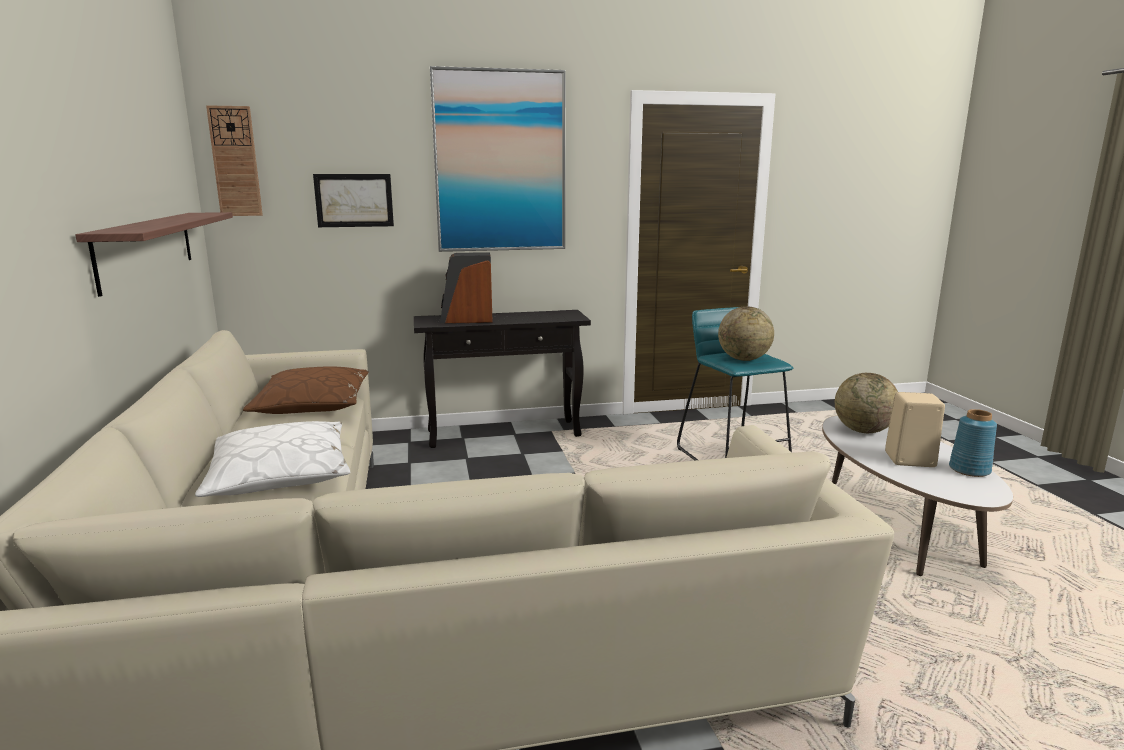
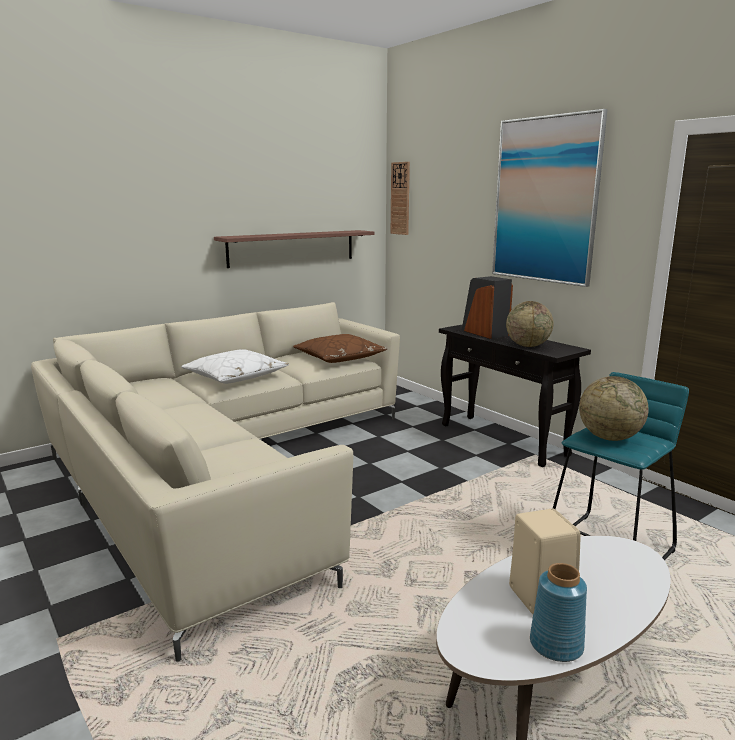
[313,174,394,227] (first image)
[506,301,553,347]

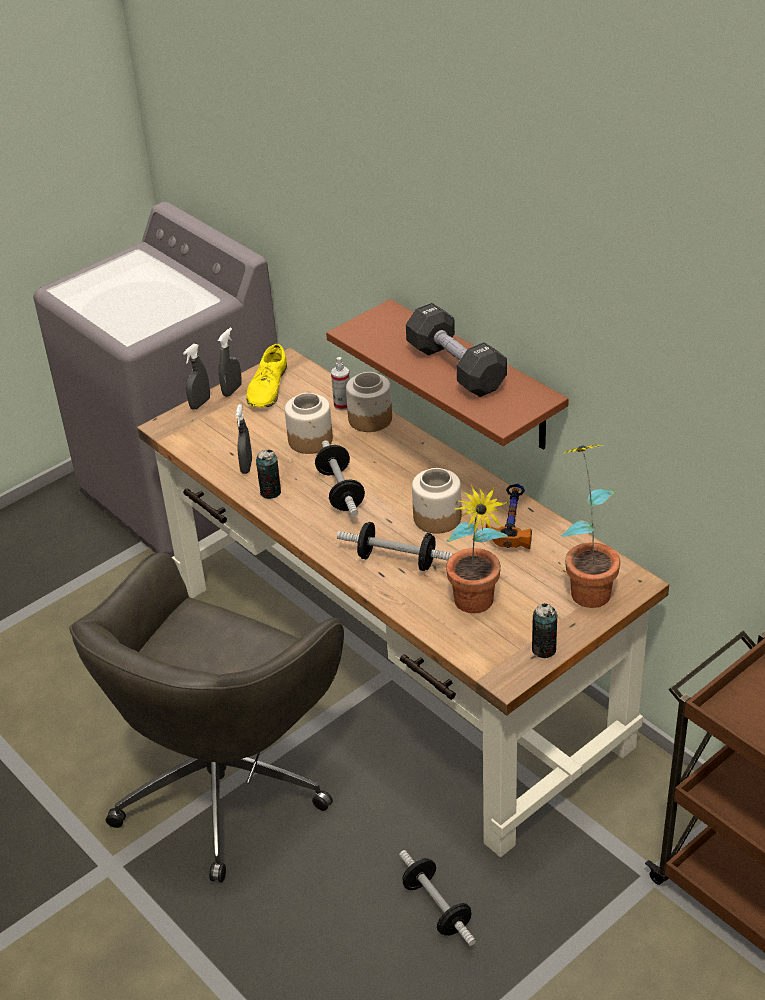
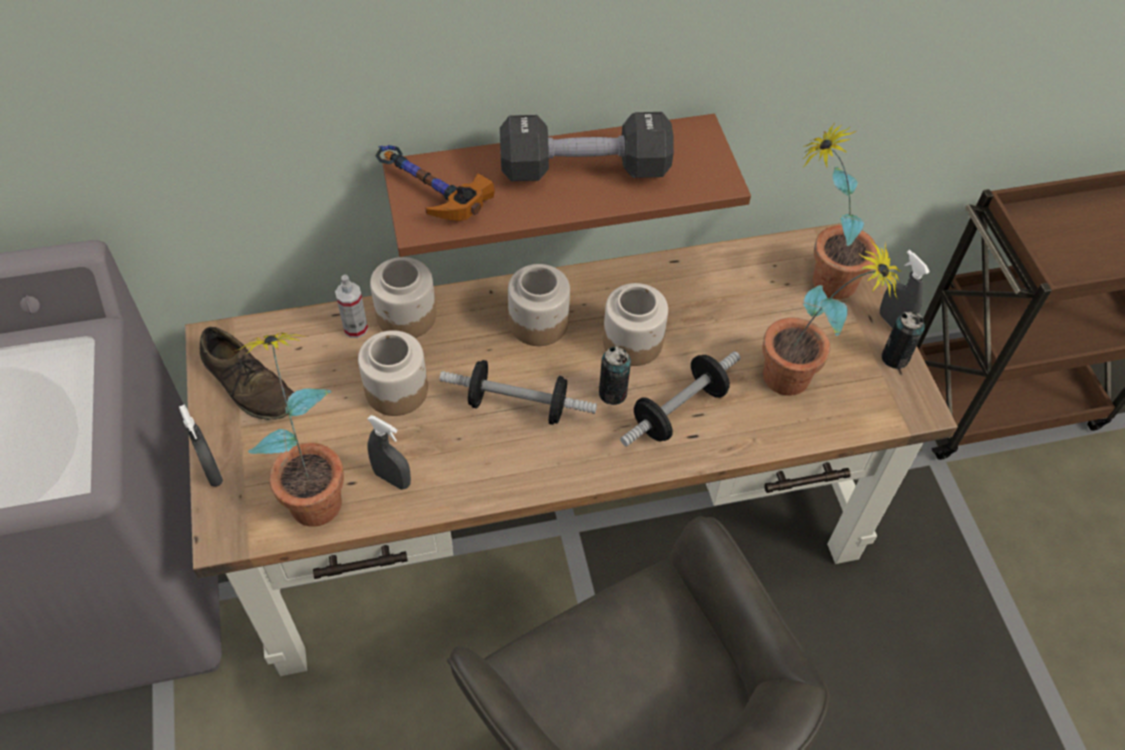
[880,250,930,328]
[200,327,294,420]
[599,346,631,405]
[399,850,476,946] (first image)
[376,145,495,221]
[232,332,344,527]
[508,264,570,346]

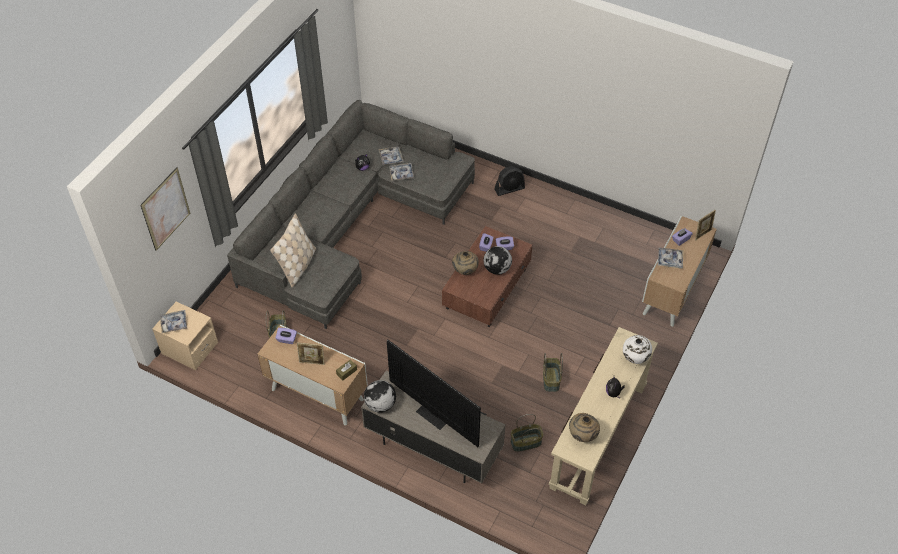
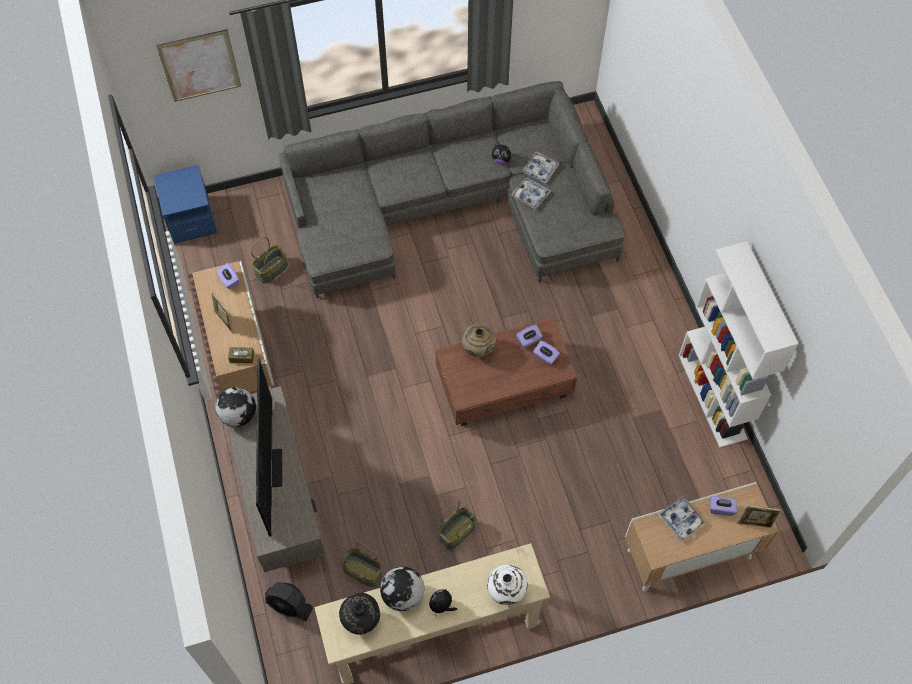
[154,165,217,244]
[160,310,187,333] (first image)
[270,214,316,287] (first image)
[380,567,424,612]
[265,582,313,621]
[339,593,380,635]
[678,241,799,448]

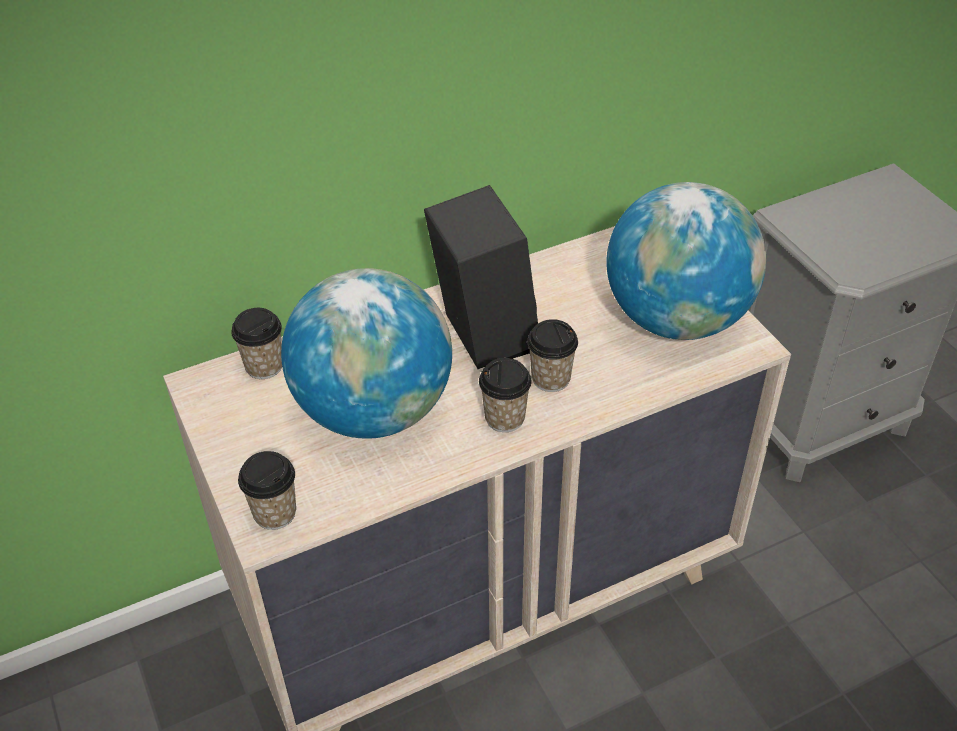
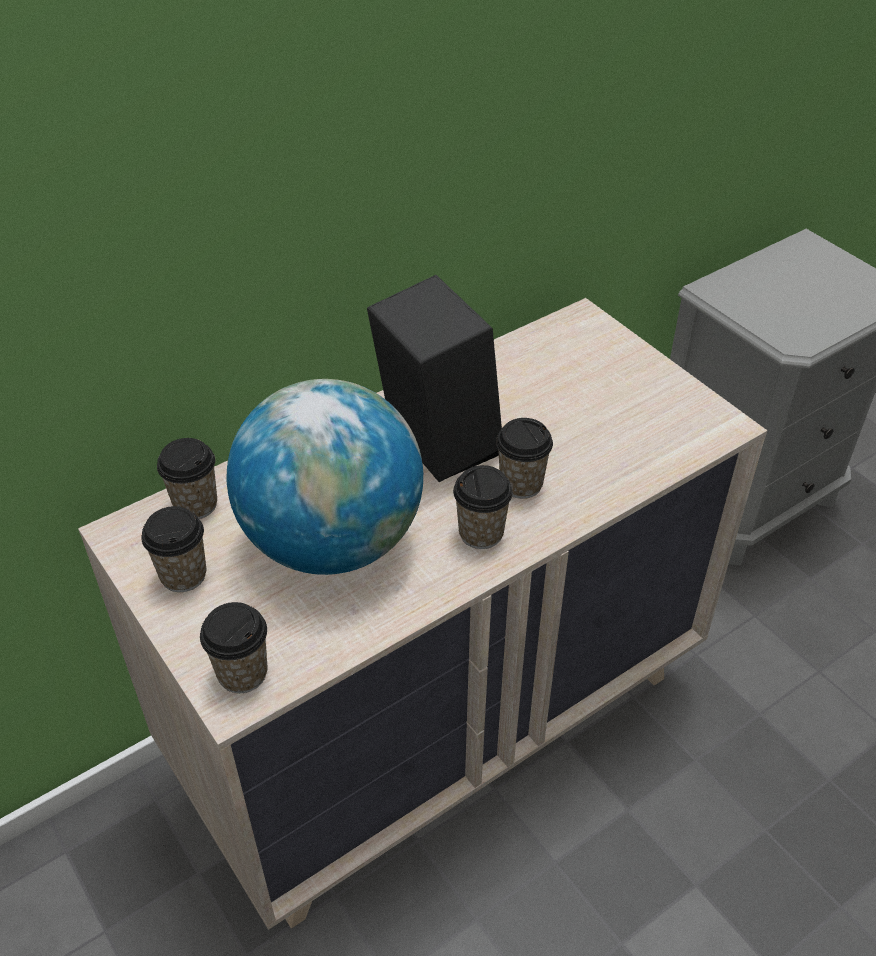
[606,182,766,340] (first image)
[141,506,206,592]

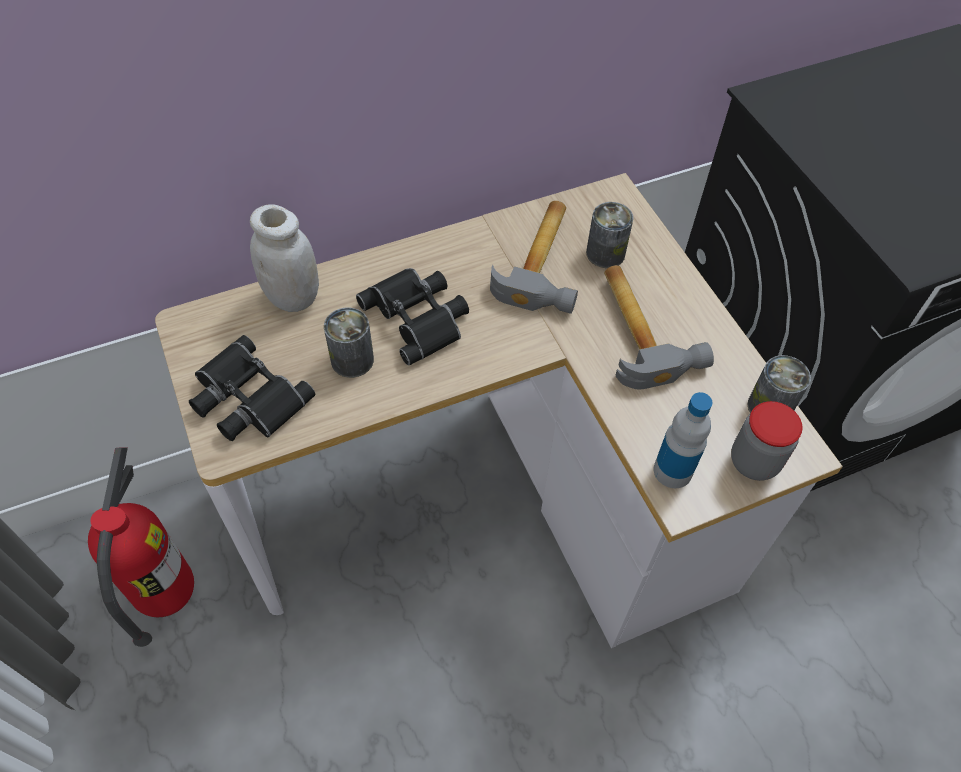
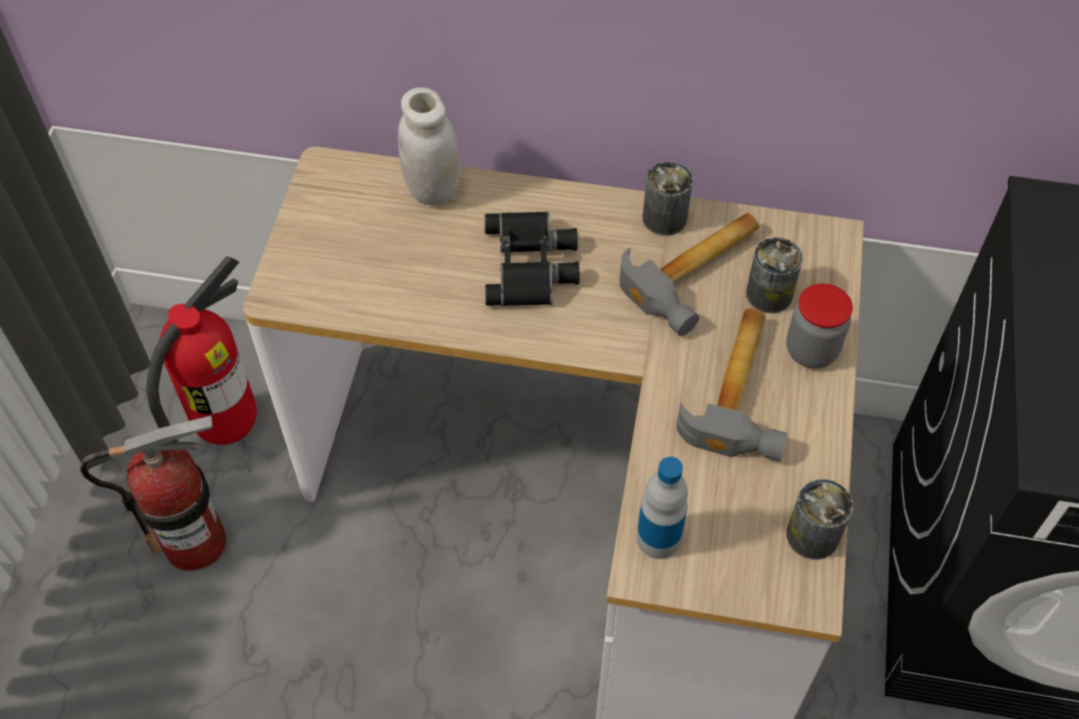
[189,335,315,441] (first image)
[643,161,693,236]
[786,284,853,368]
[80,416,226,571]

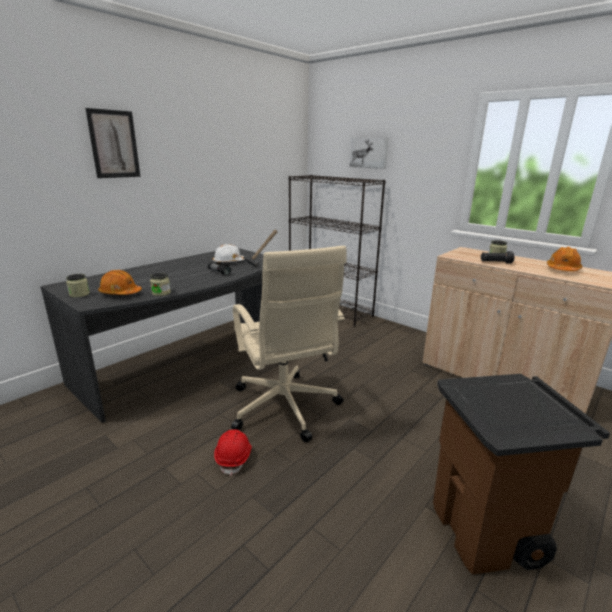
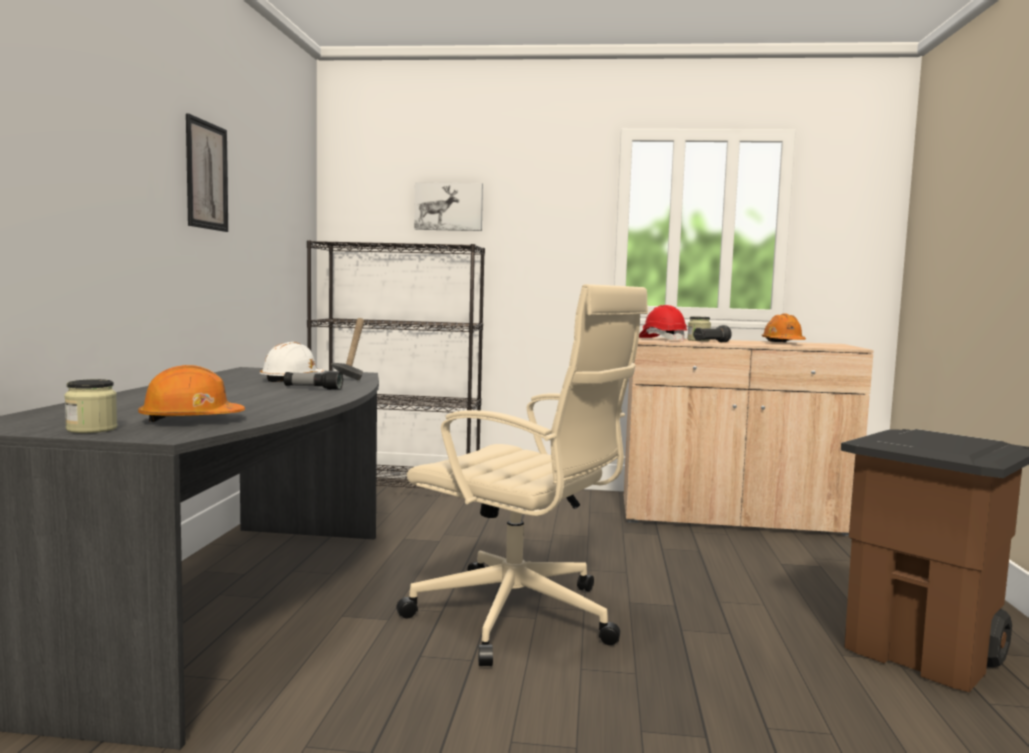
[186,113,228,232]
[150,273,171,296] (first image)
[639,305,687,342]

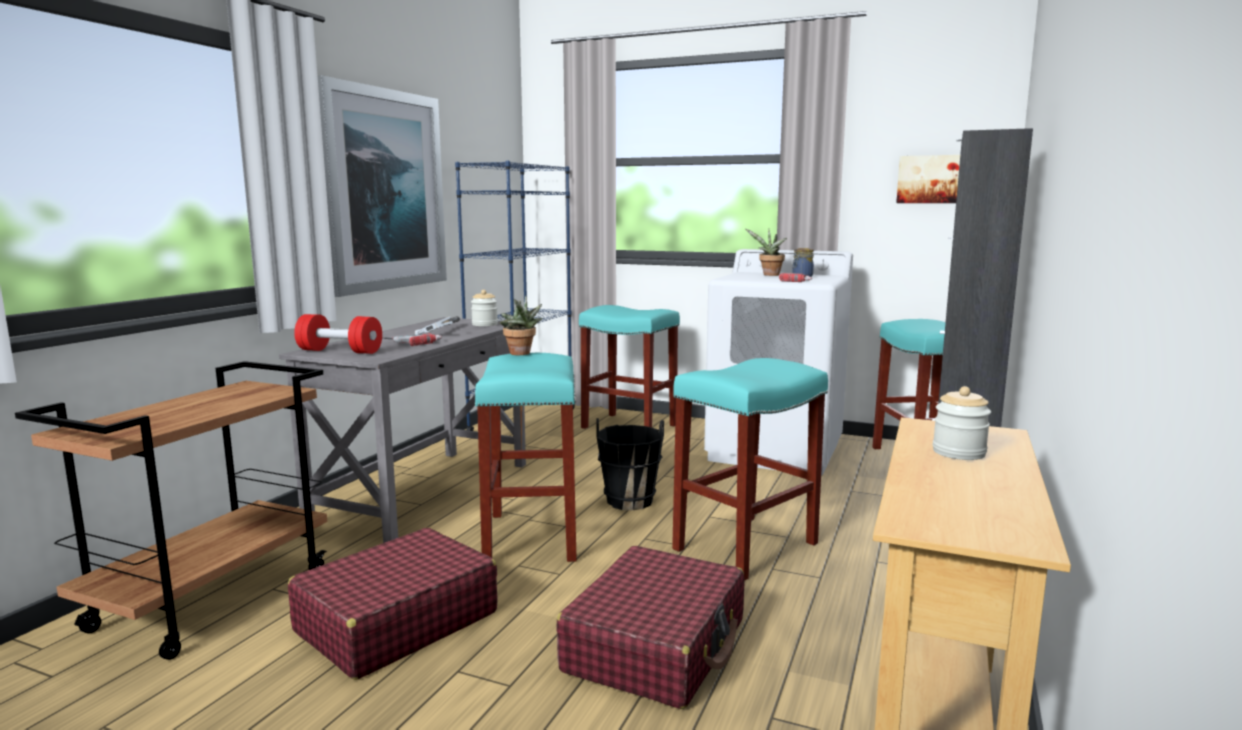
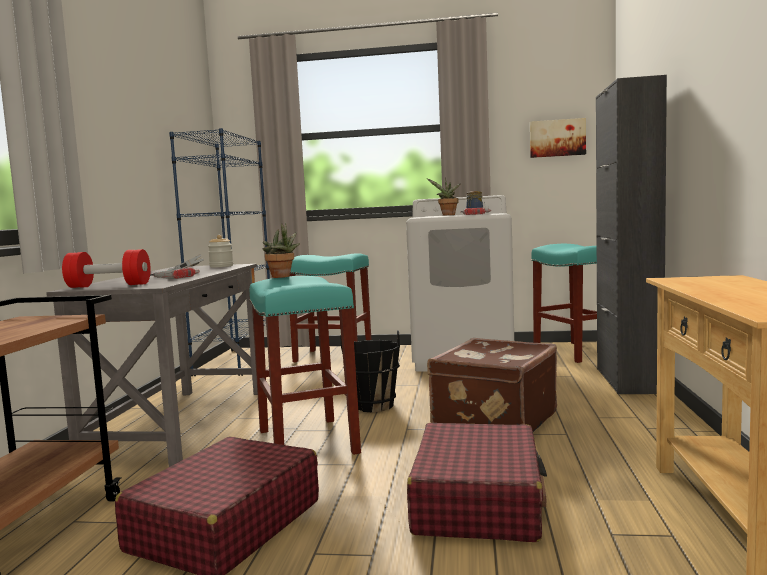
[318,75,447,297] (first image)
[427,338,557,432]
[933,386,991,460] (first image)

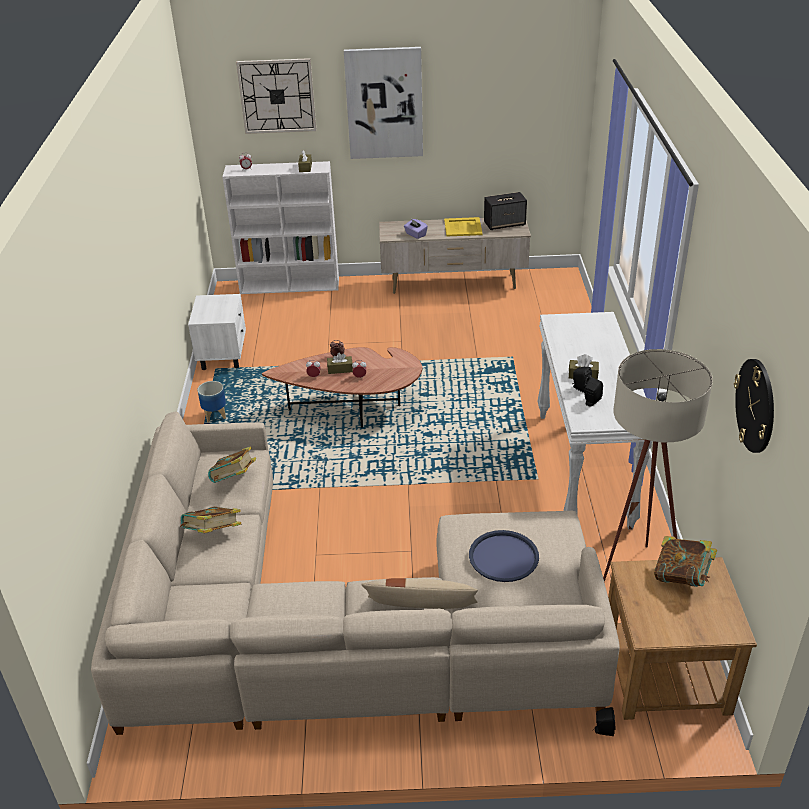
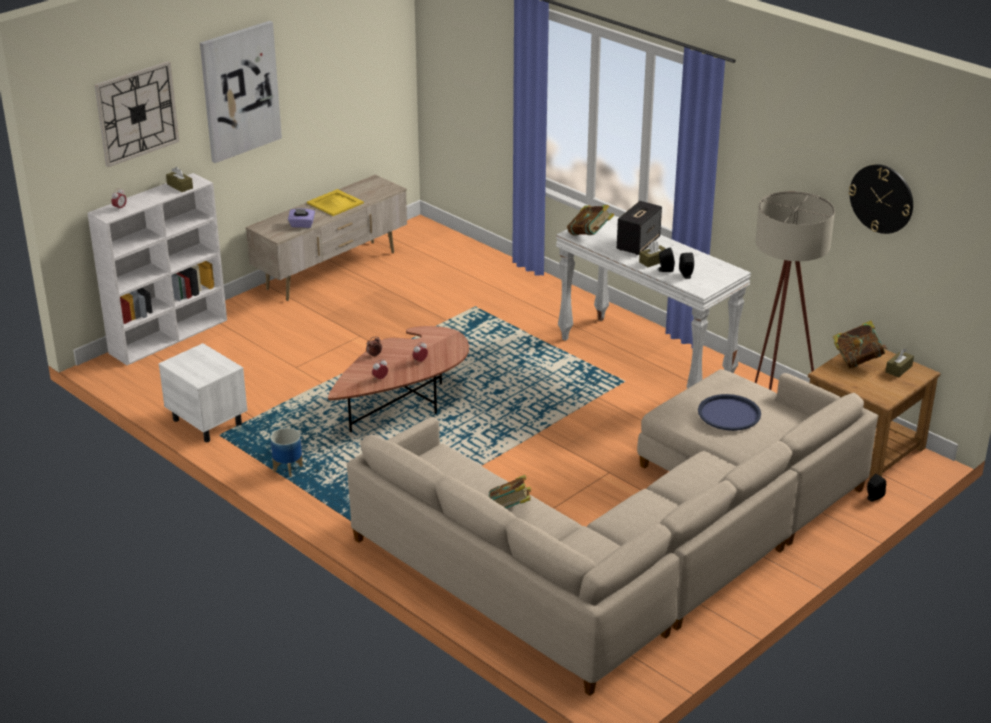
[567,205,614,235]
[886,349,914,377]
[361,578,478,609] (first image)
[617,201,662,255]

